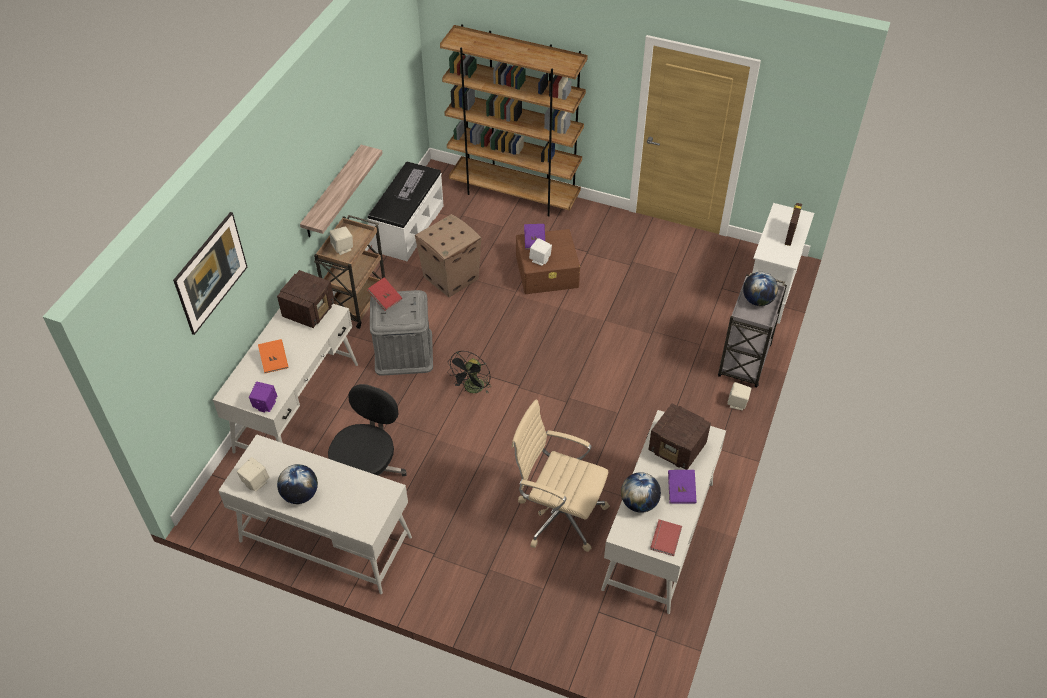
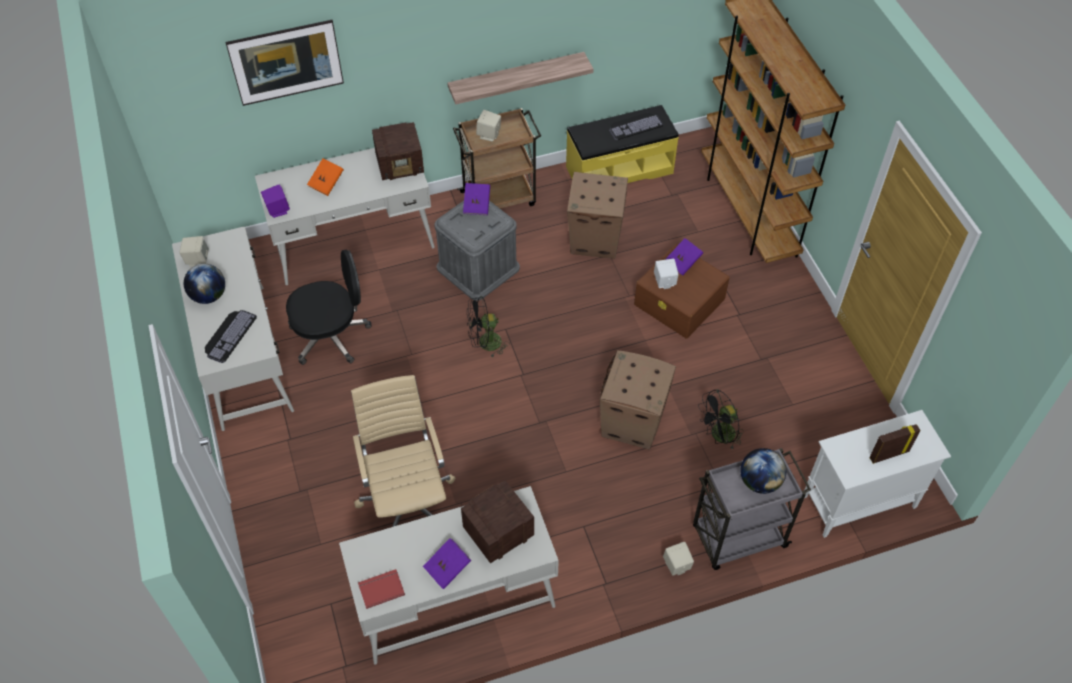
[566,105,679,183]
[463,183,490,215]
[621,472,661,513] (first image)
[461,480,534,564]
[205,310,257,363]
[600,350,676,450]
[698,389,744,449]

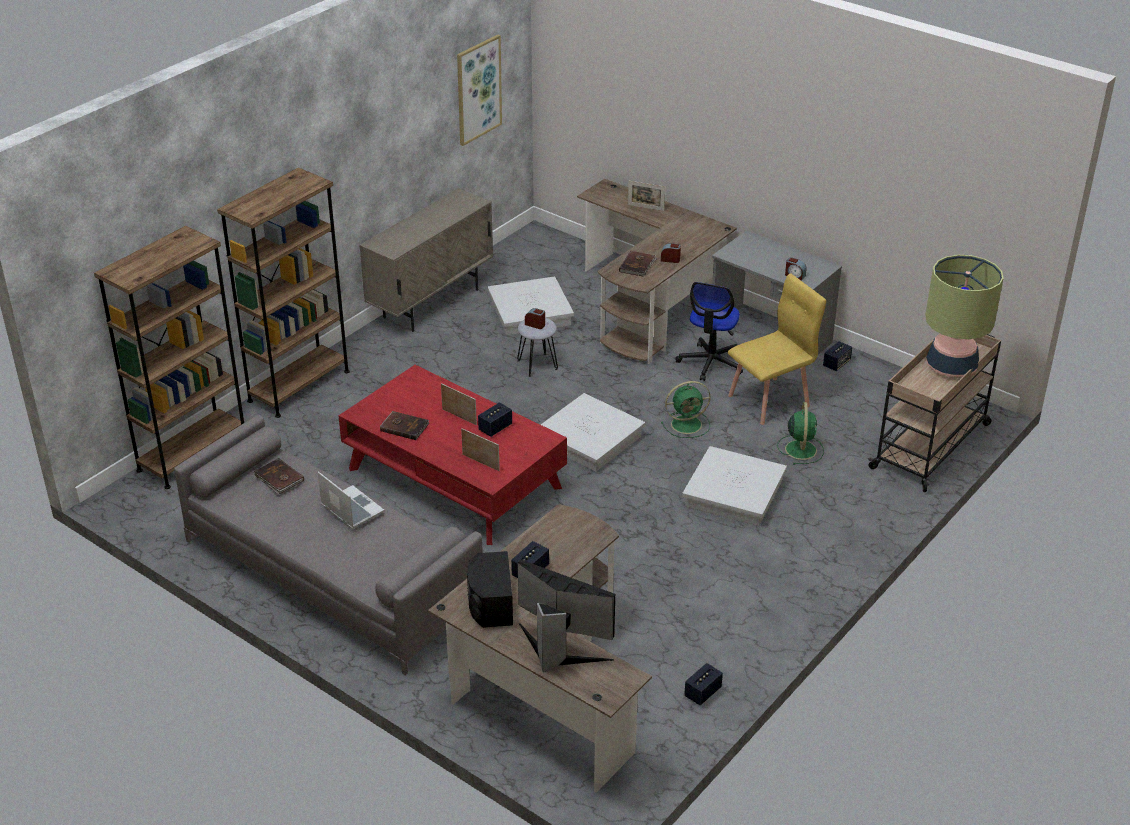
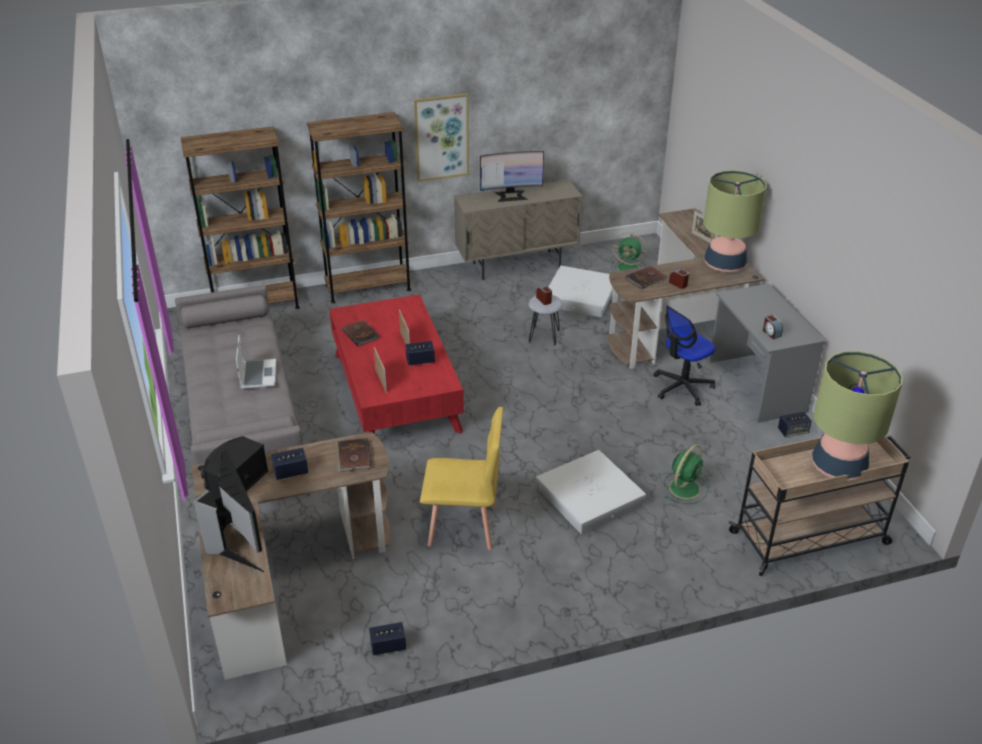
[337,438,371,472]
[414,93,469,182]
[541,393,645,472] (first image)
[611,233,647,272]
[420,407,503,550]
[480,151,544,202]
[703,170,767,272]

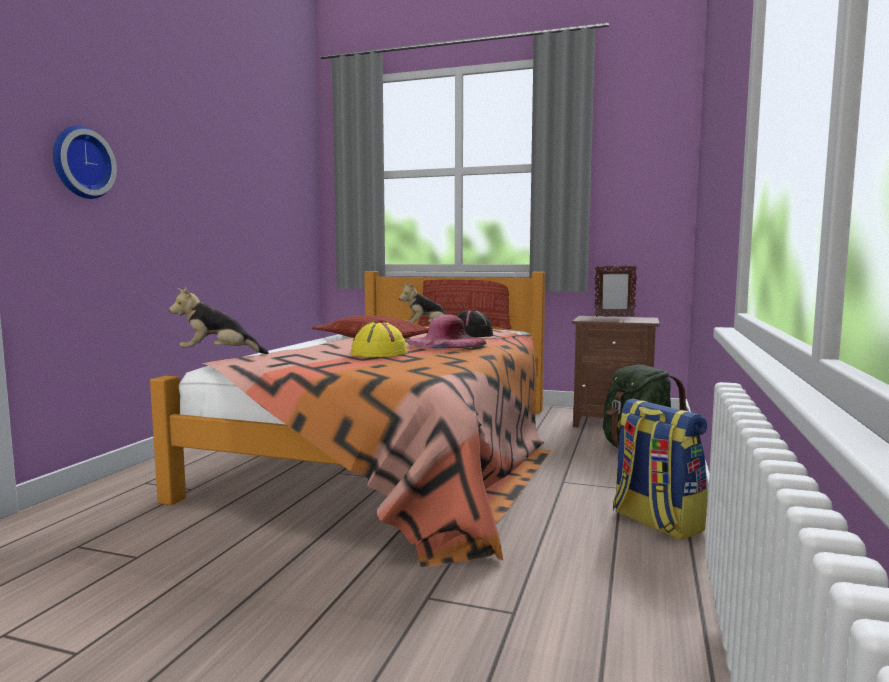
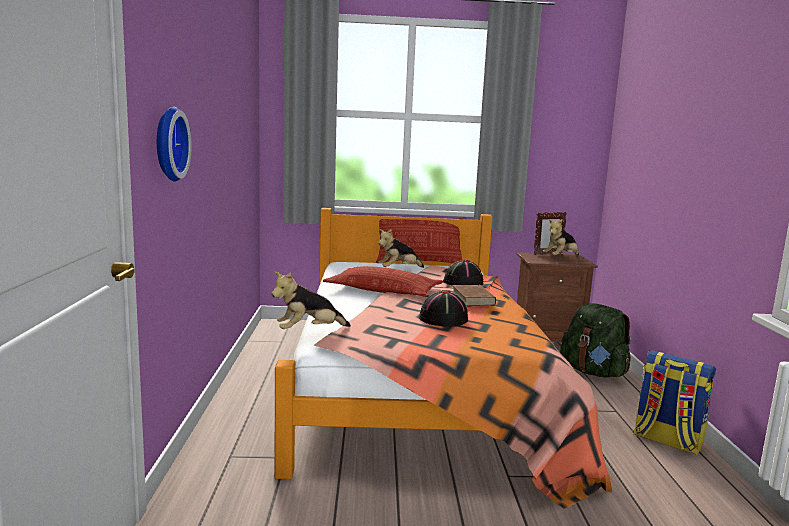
[419,290,468,327]
[452,285,496,306]
[543,219,579,256]

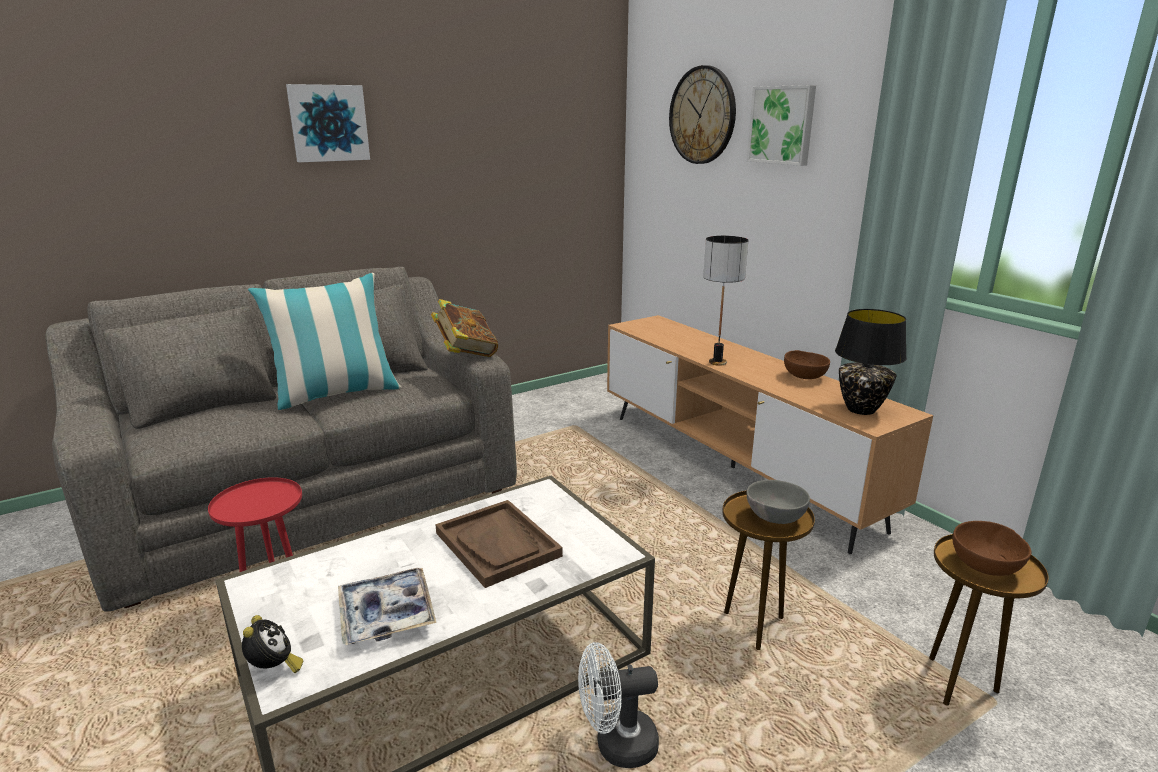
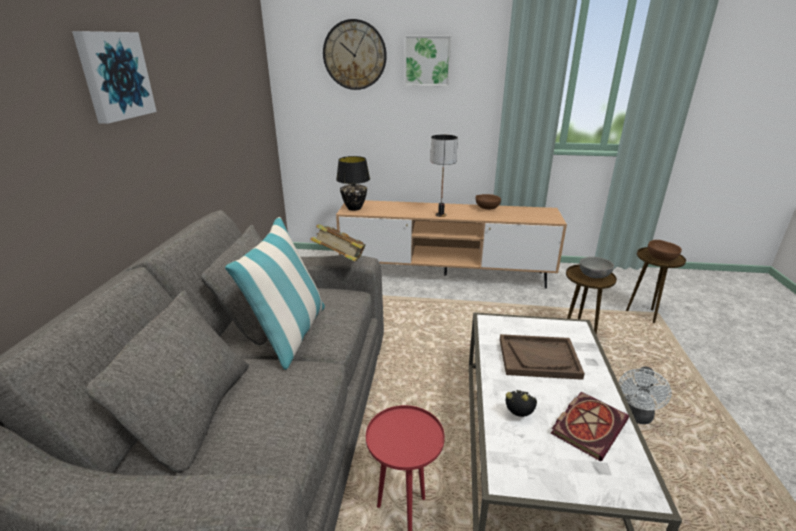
[506,390,537,417]
[551,392,629,461]
[336,156,370,211]

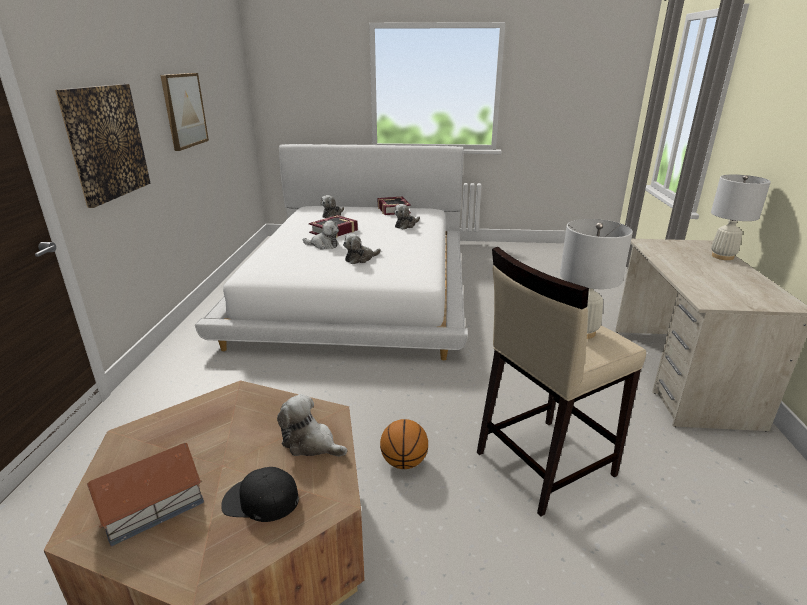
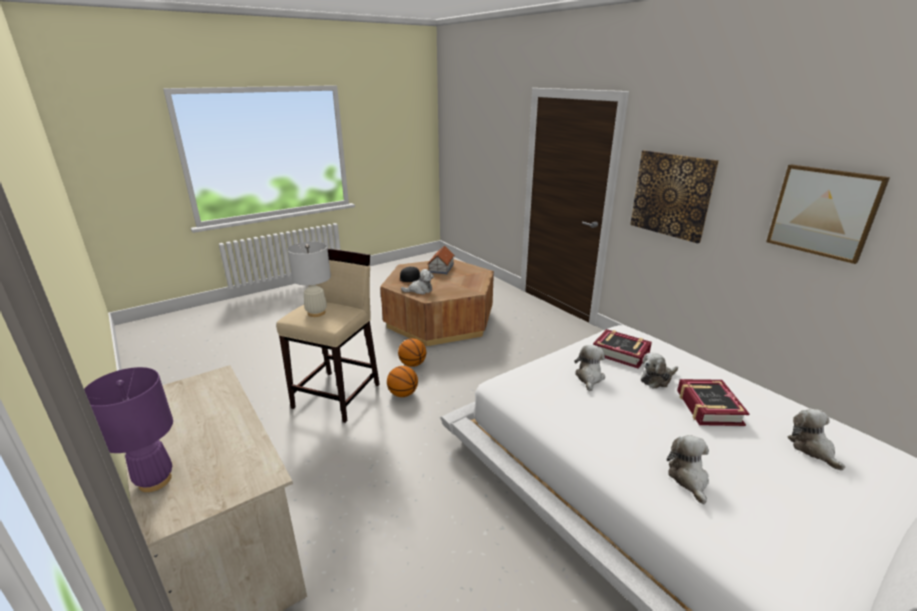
[593,329,652,369]
[84,367,173,492]
[387,366,418,397]

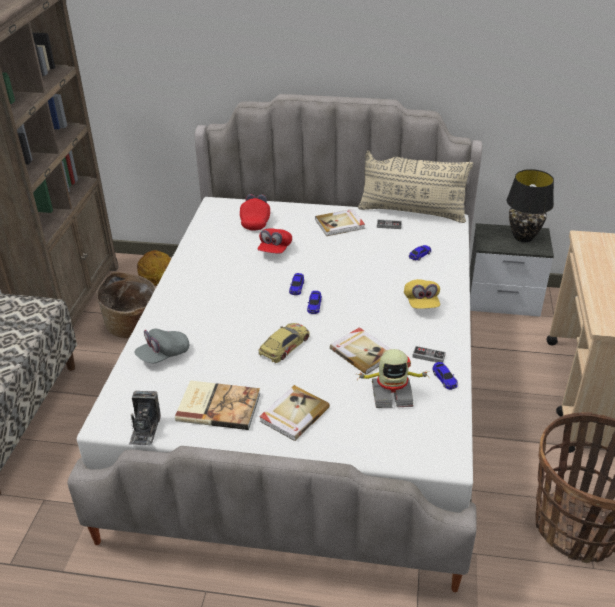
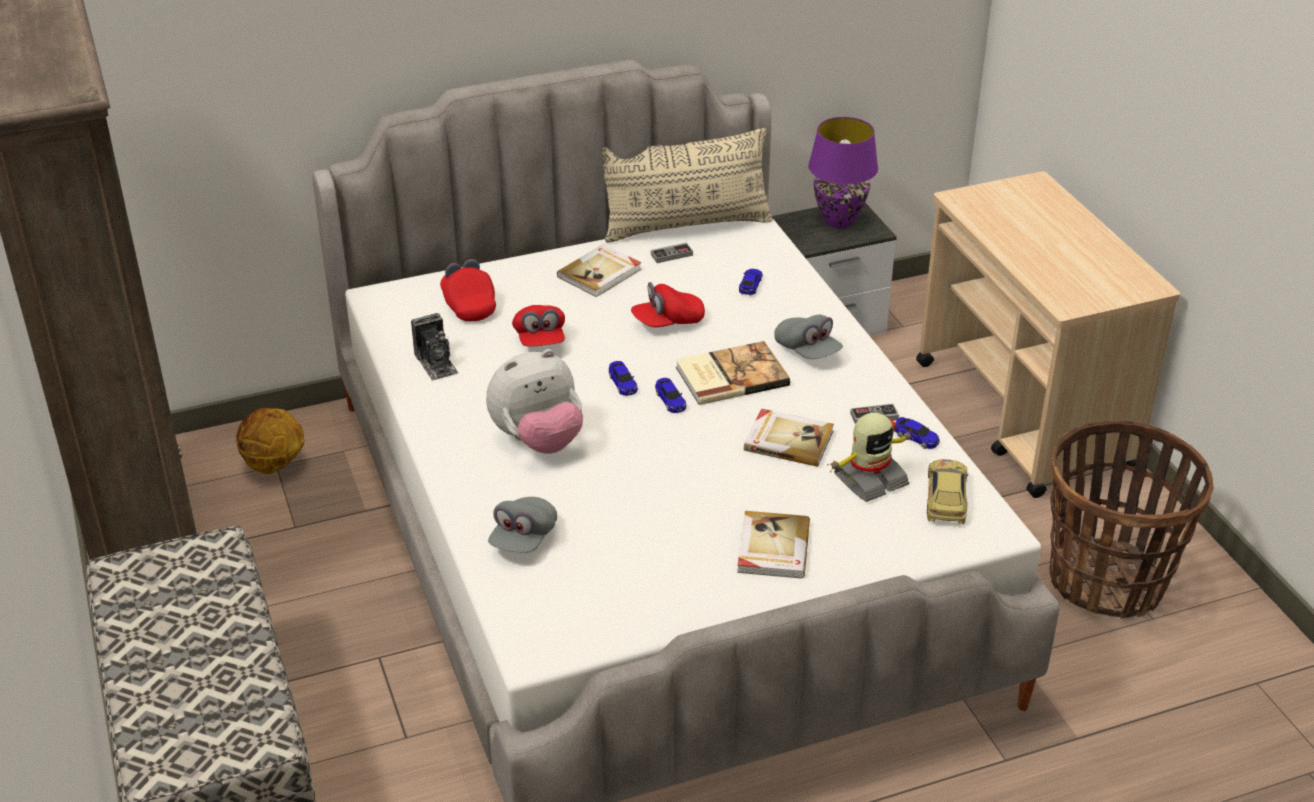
[97,272,156,338] (first image)
[411,313,458,381]
[676,341,790,405]
[927,459,968,525]
[774,315,843,359]
[808,117,878,229]
[486,349,583,454]
[631,282,705,327]

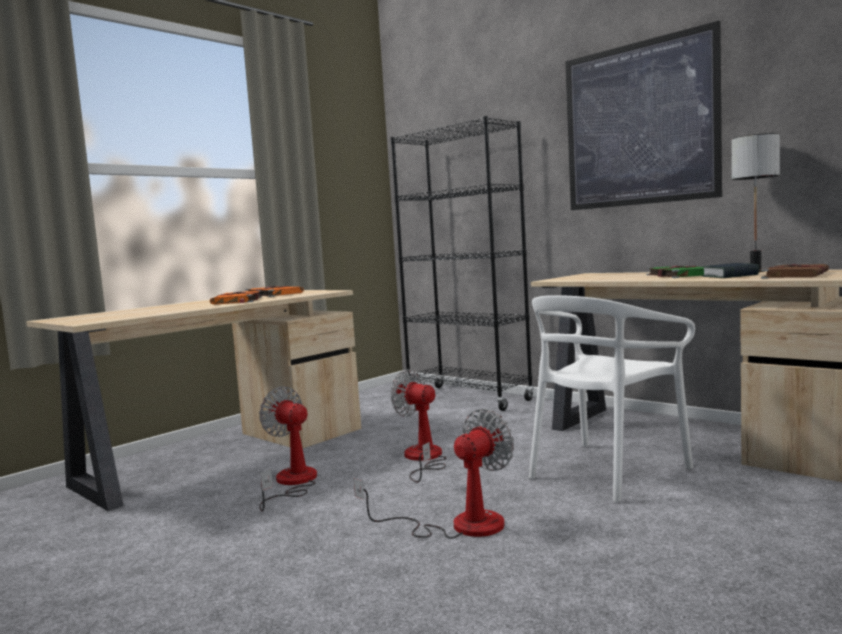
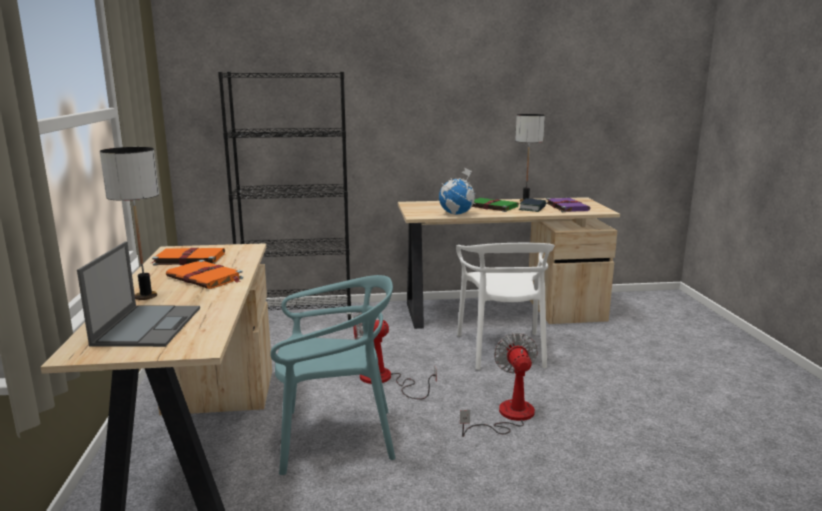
[270,275,396,475]
[565,21,722,210] (first image)
[546,198,591,212]
[77,241,200,347]
[100,147,159,300]
[439,167,476,215]

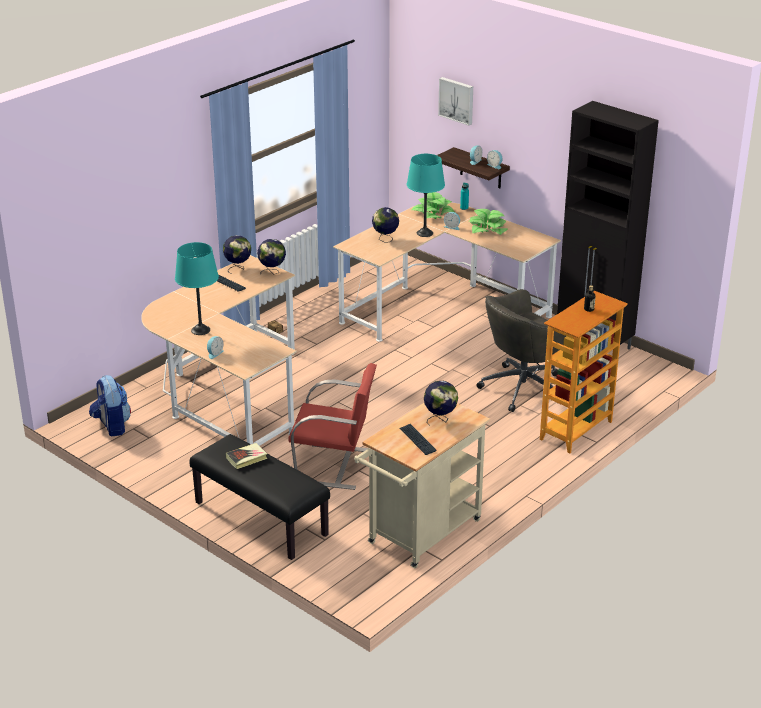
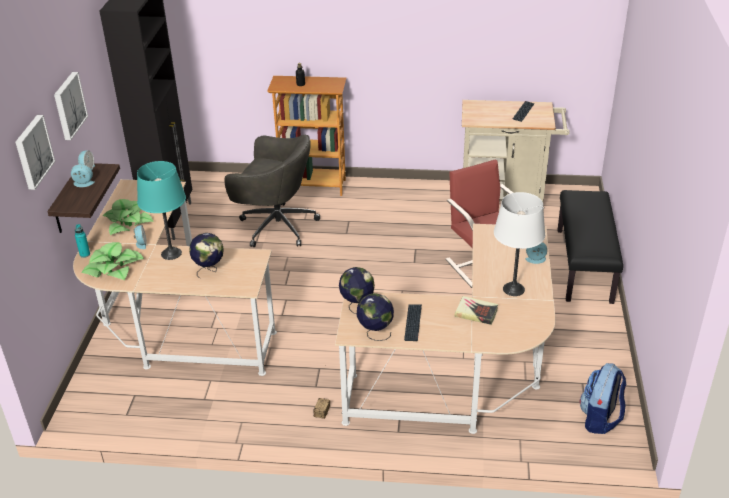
[494,192,545,296]
[454,296,498,325]
[424,381,458,426] (first image)
[54,72,88,140]

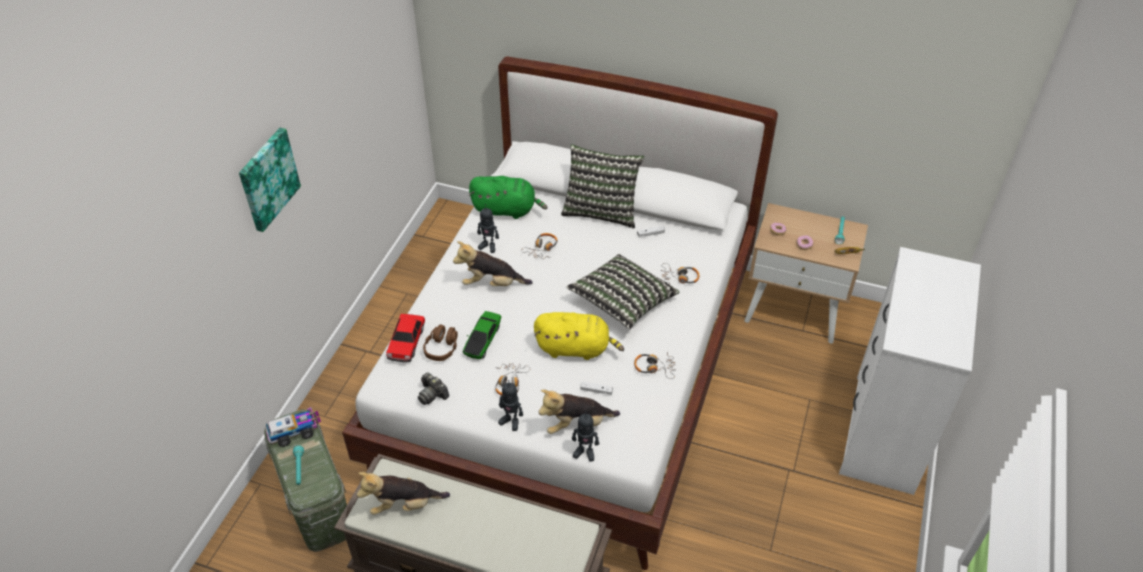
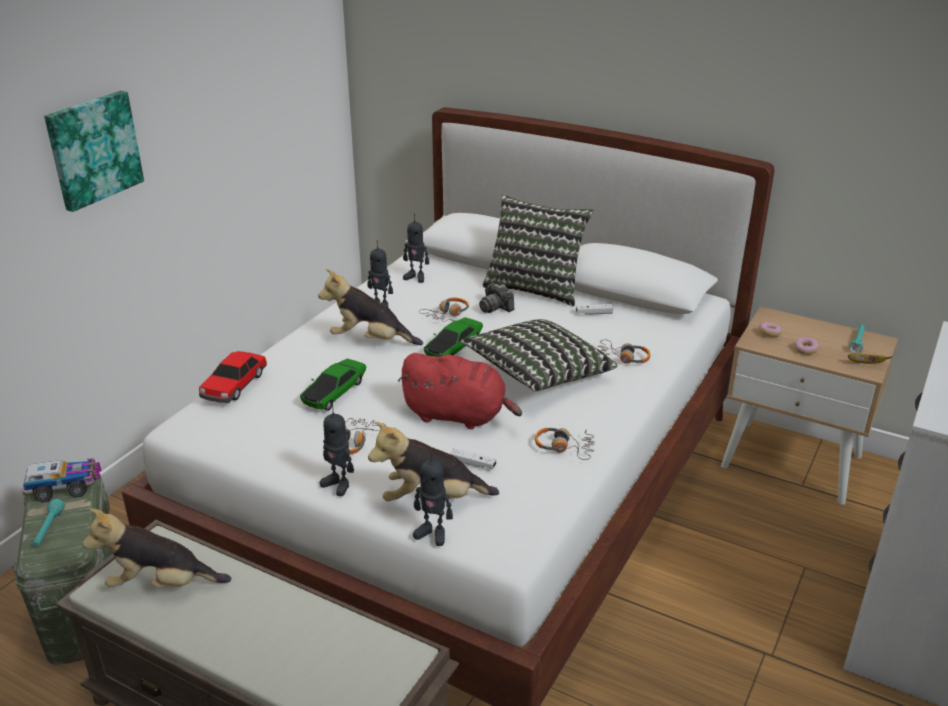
[479,283,514,313]
[423,324,458,361] (first image)
[403,214,429,283]
[398,353,522,429]
[424,317,483,357]

